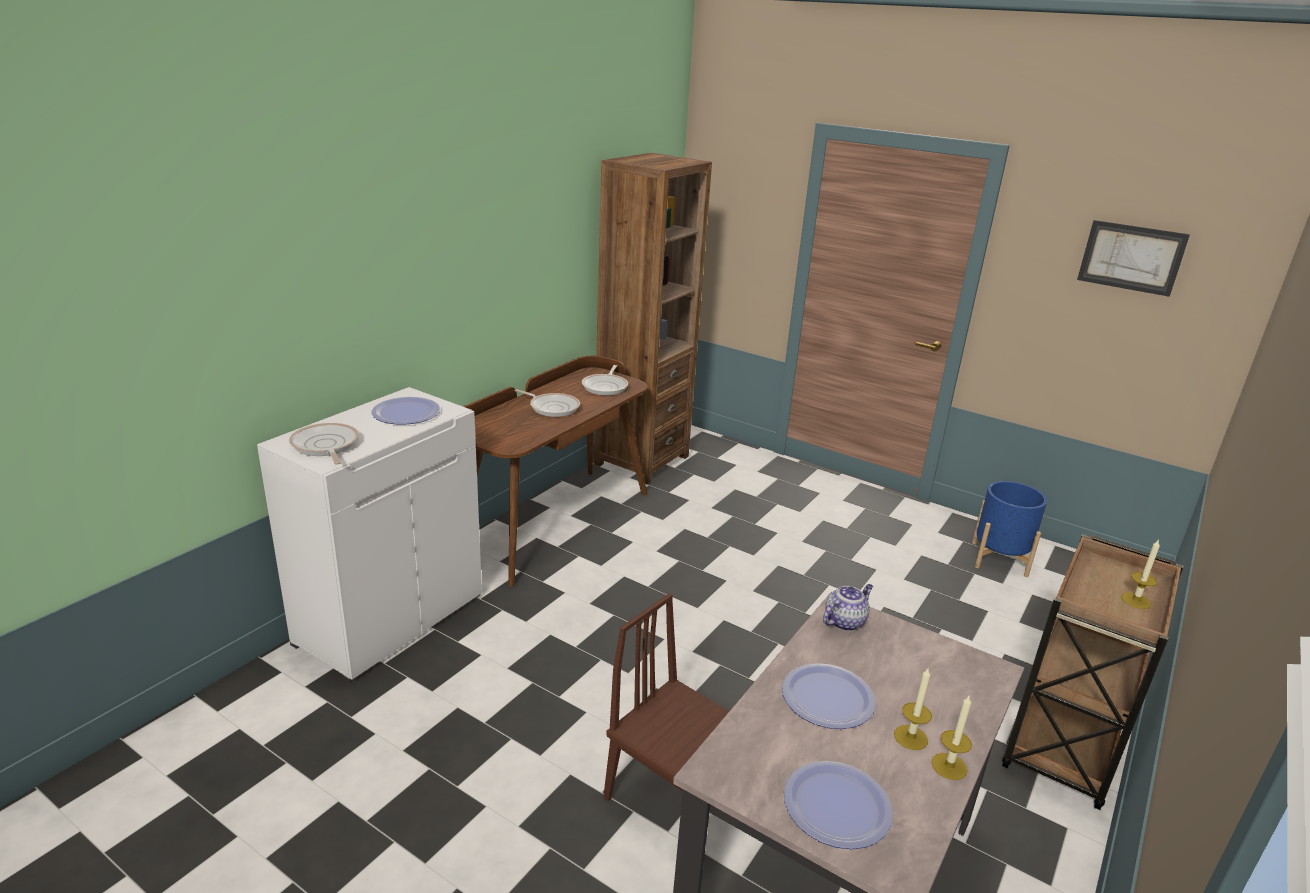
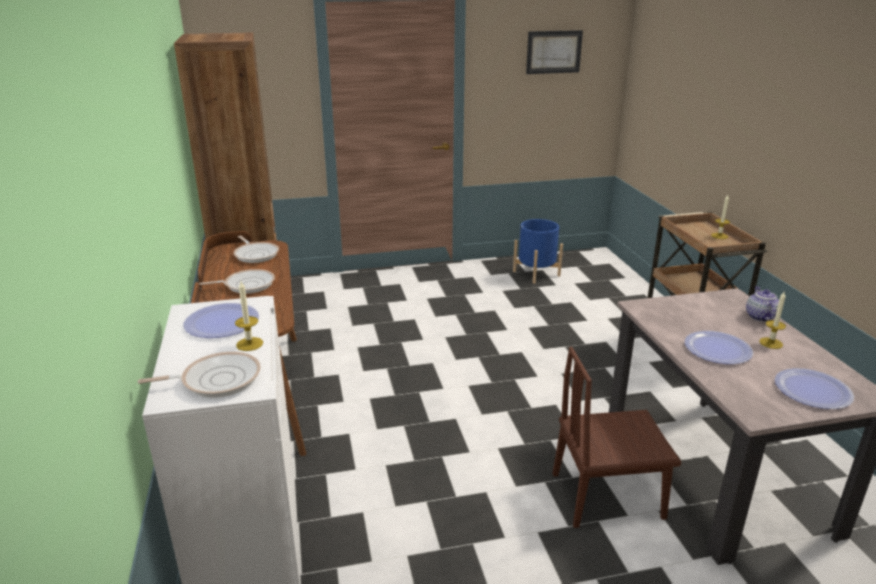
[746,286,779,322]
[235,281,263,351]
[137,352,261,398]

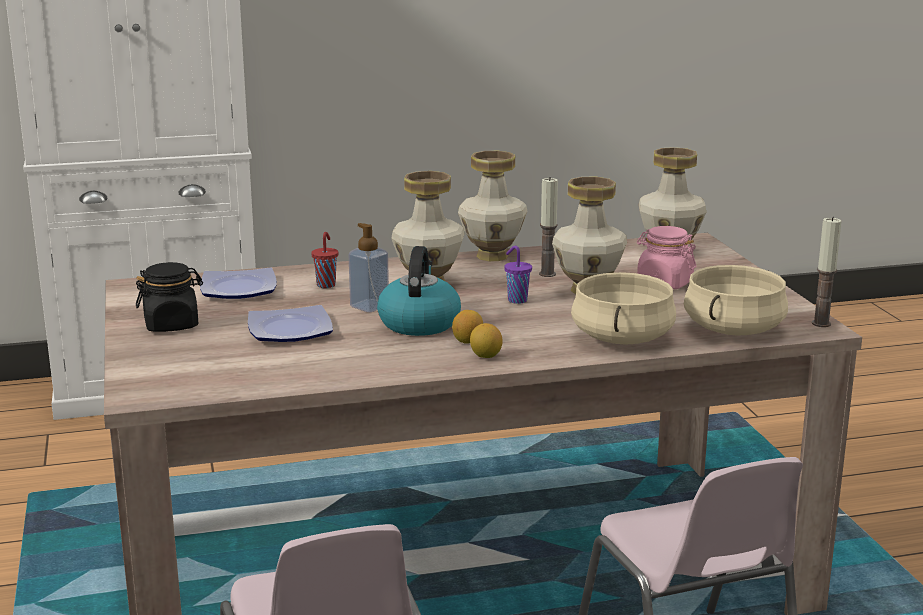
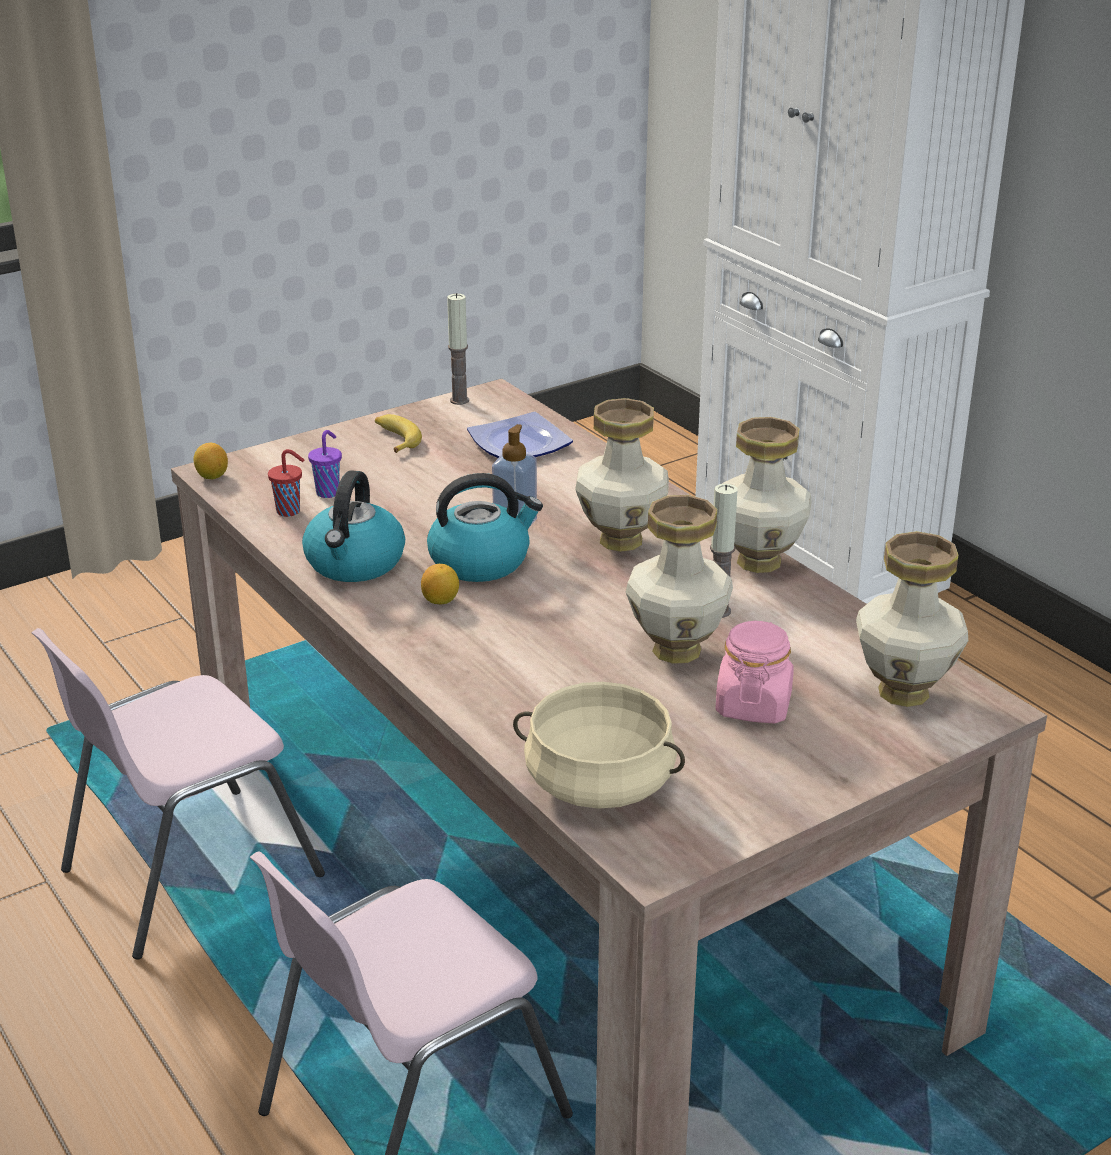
[248,305,333,342] (first image)
[571,272,676,345] (first image)
[302,471,405,582]
[268,449,304,517]
[194,443,228,479]
[308,430,342,498]
[447,293,469,405]
[375,414,422,453]

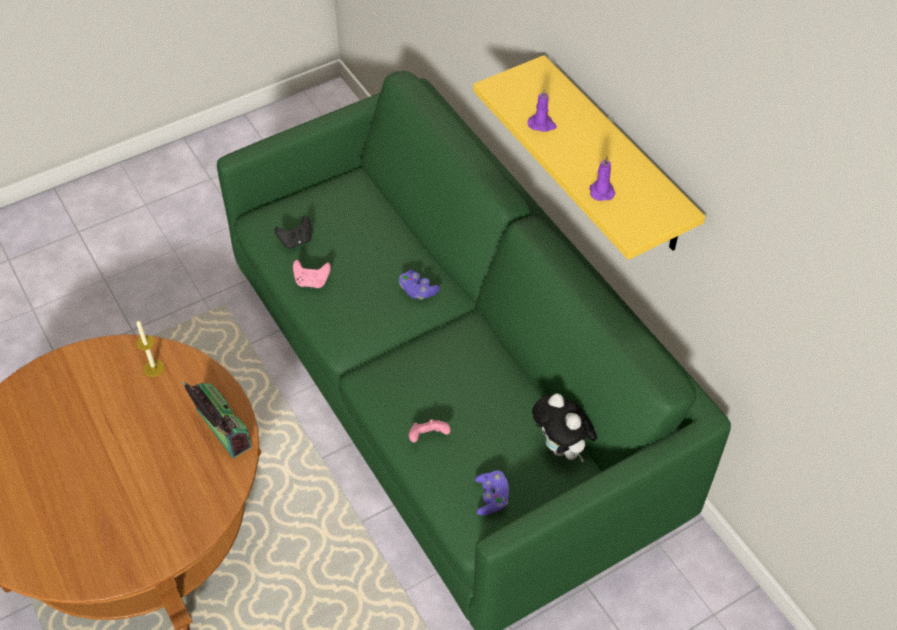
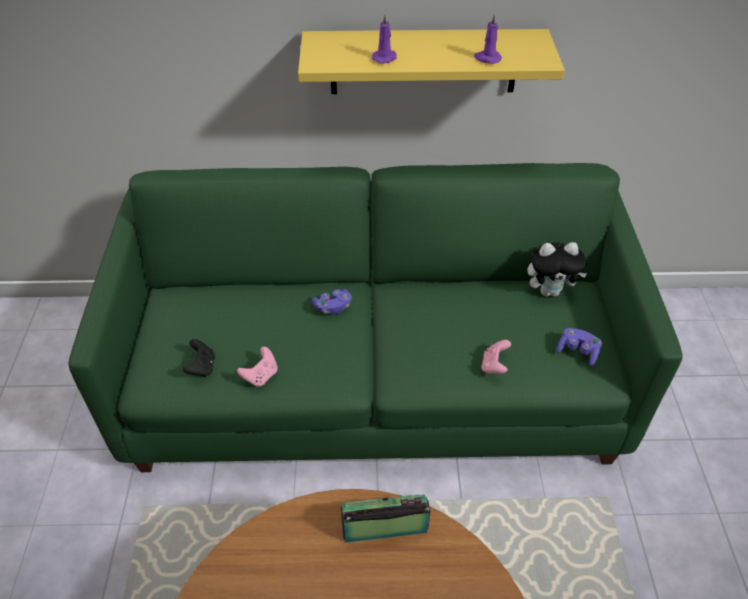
[136,320,165,377] (first image)

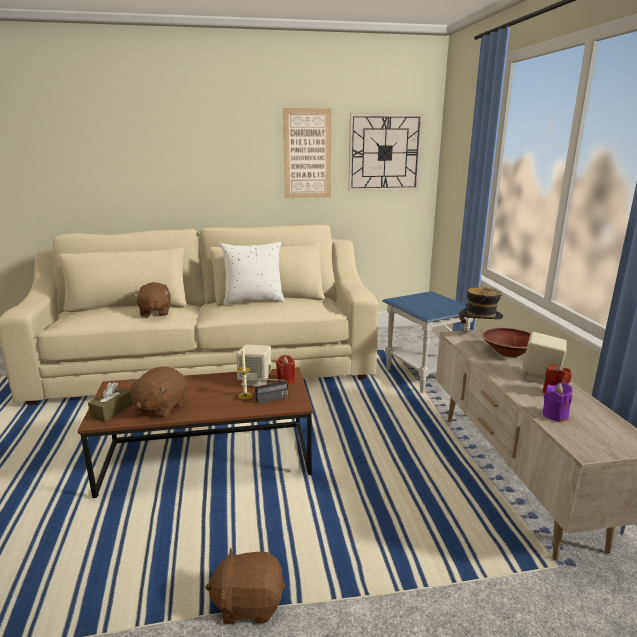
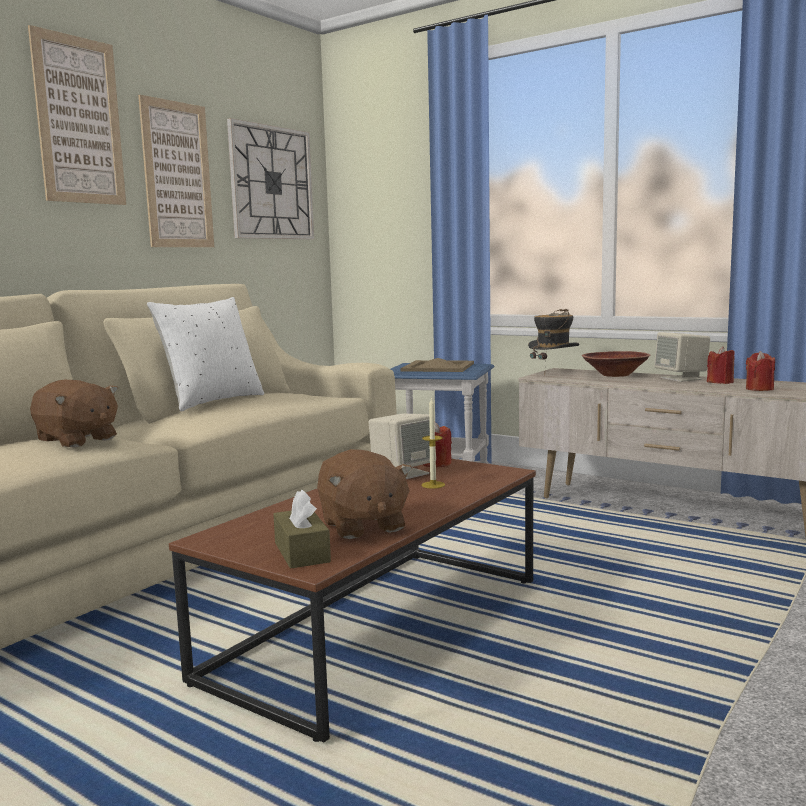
[205,548,285,624] (first image)
[237,377,288,404] (first image)
[28,25,126,205]
[400,358,474,372]
[746,351,775,391]

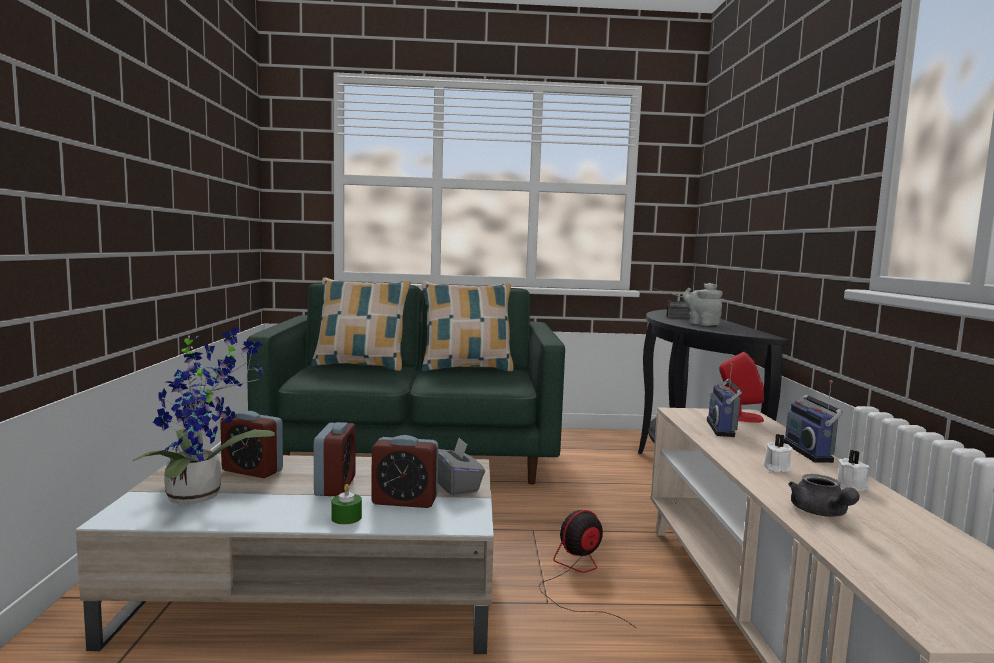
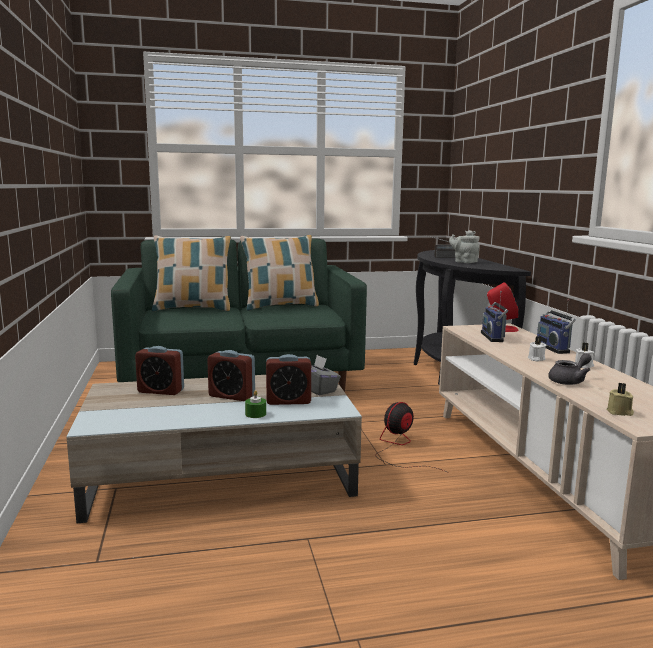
[133,327,275,505] (first image)
[606,383,634,416]
[207,350,255,401]
[548,353,592,385]

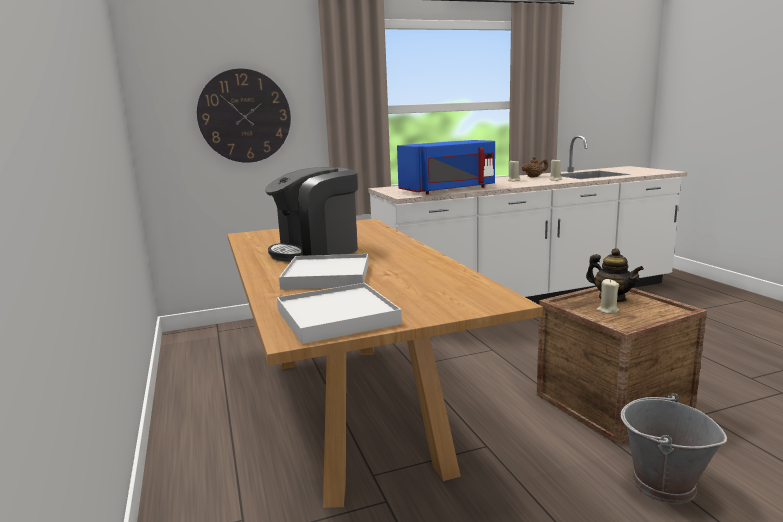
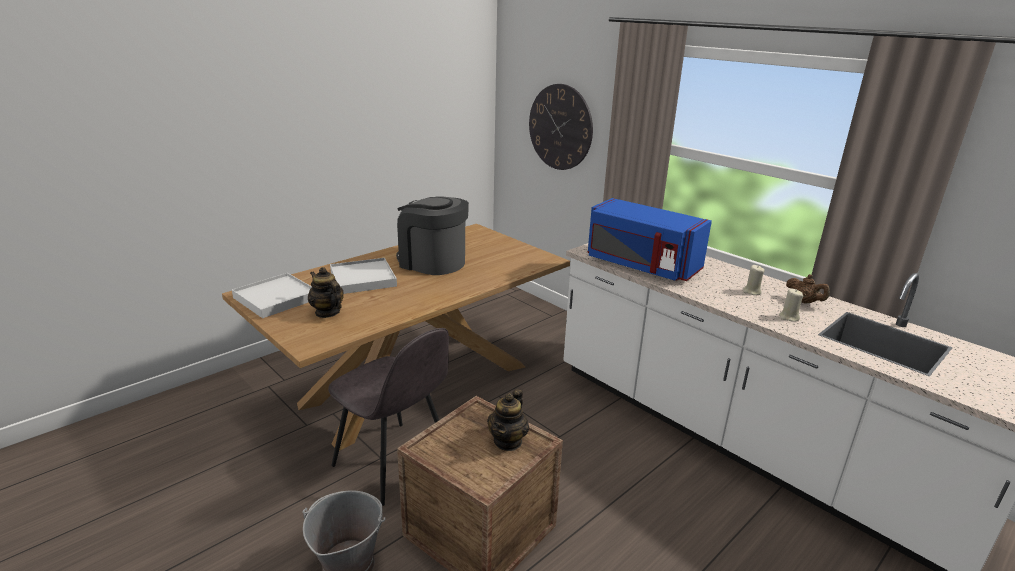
[596,279,619,314] (first image)
[308,267,344,318]
[328,328,449,506]

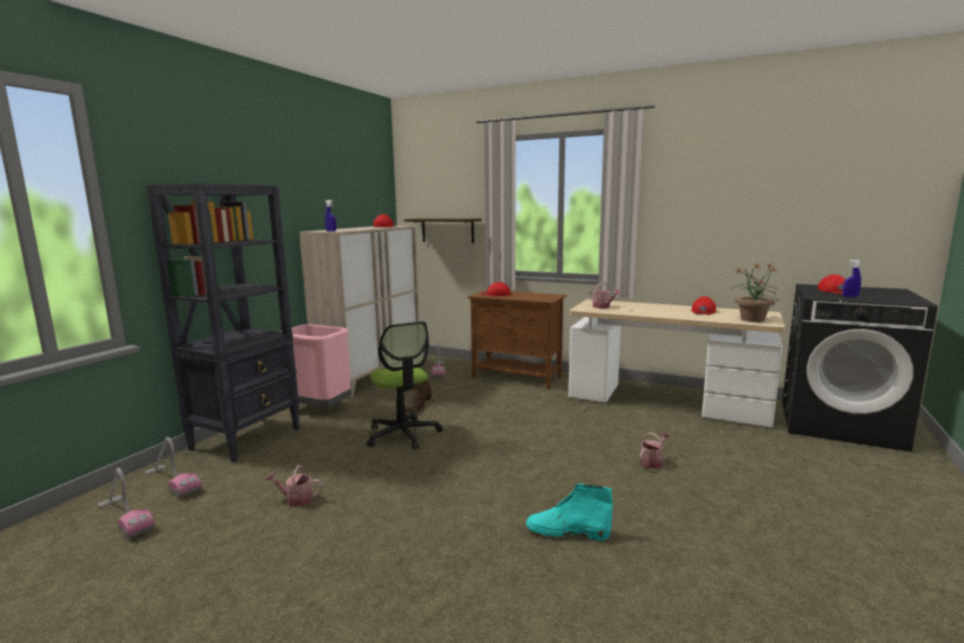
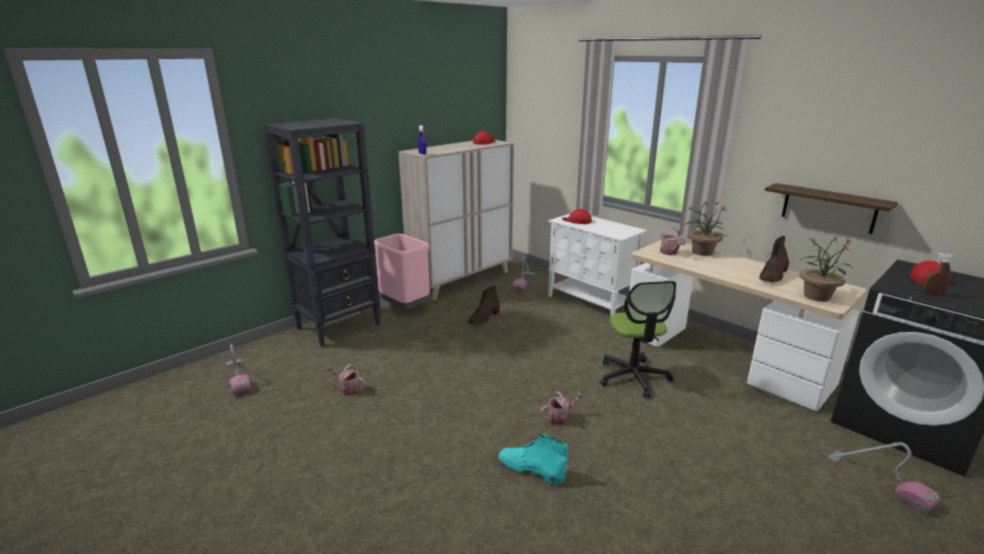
[684,200,727,256]
[828,442,940,513]
[600,281,676,398]
[765,183,898,234]
[540,391,584,425]
[759,236,789,282]
[548,213,647,317]
[923,253,953,295]

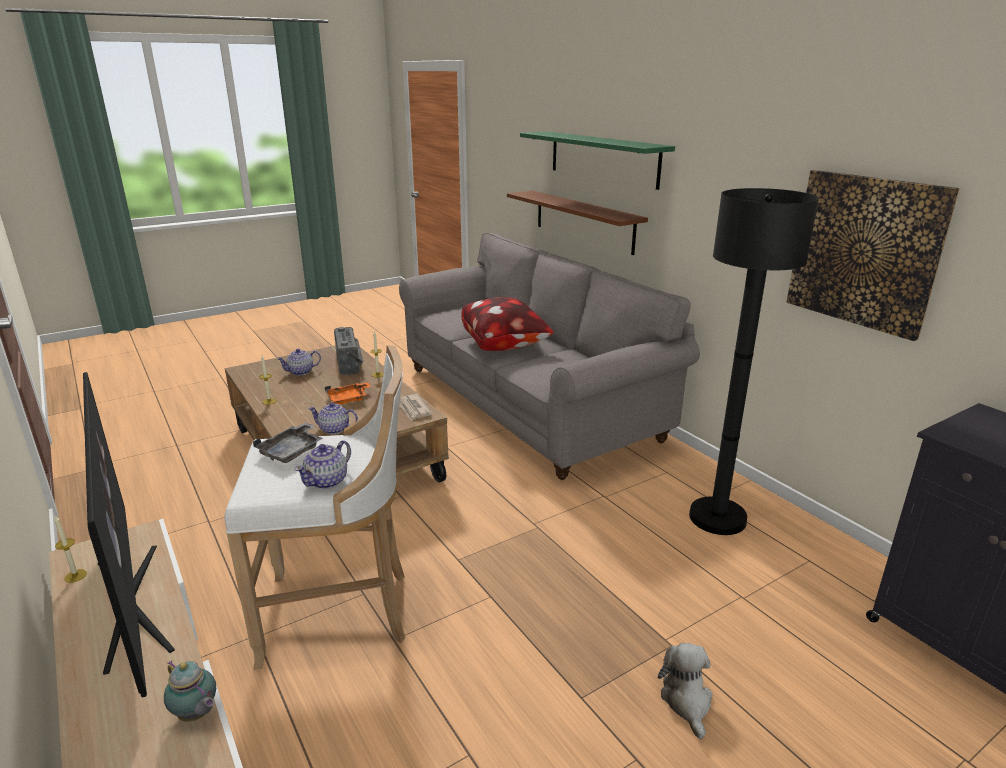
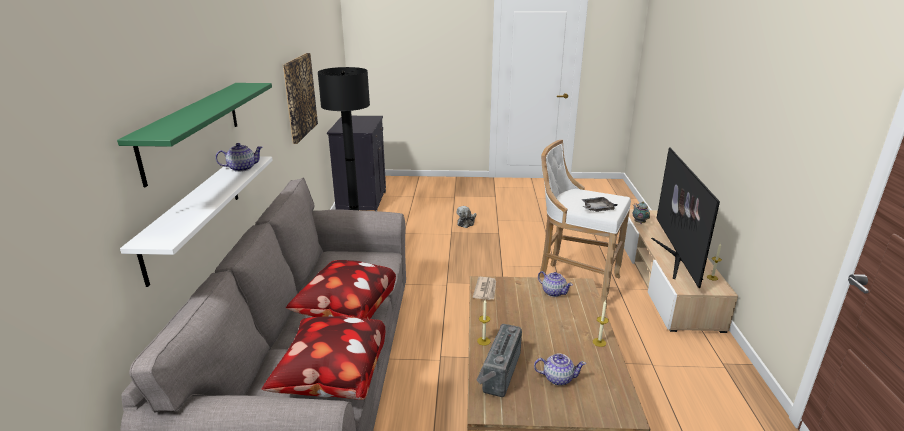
[325,383,371,405] (first image)
[262,316,385,400]
[216,143,263,172]
[120,156,273,287]

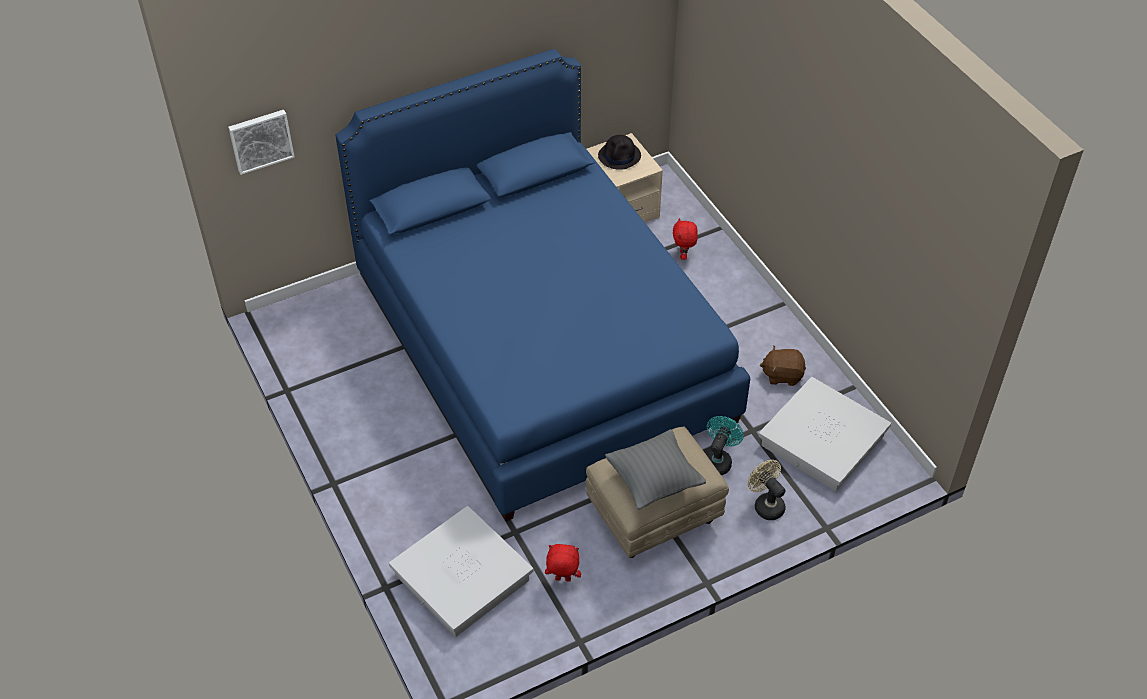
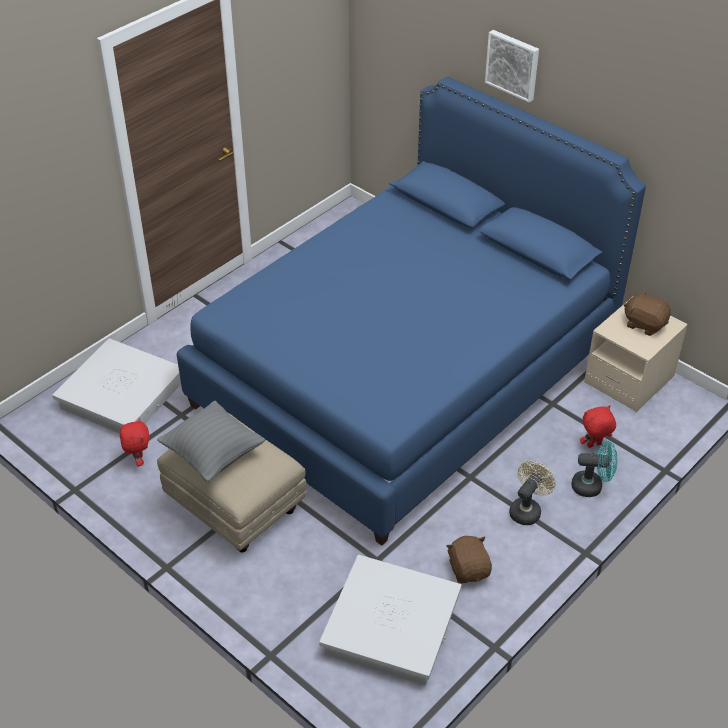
[485,30,539,103]
[571,441,617,497]
[509,461,556,525]
[624,290,671,336]

